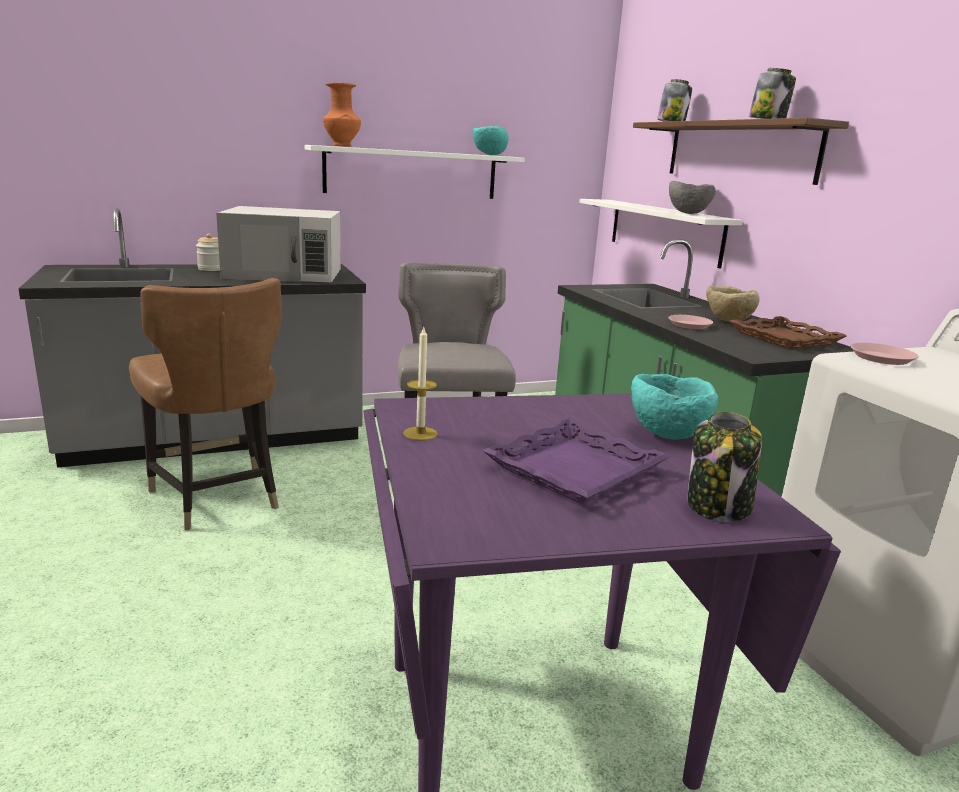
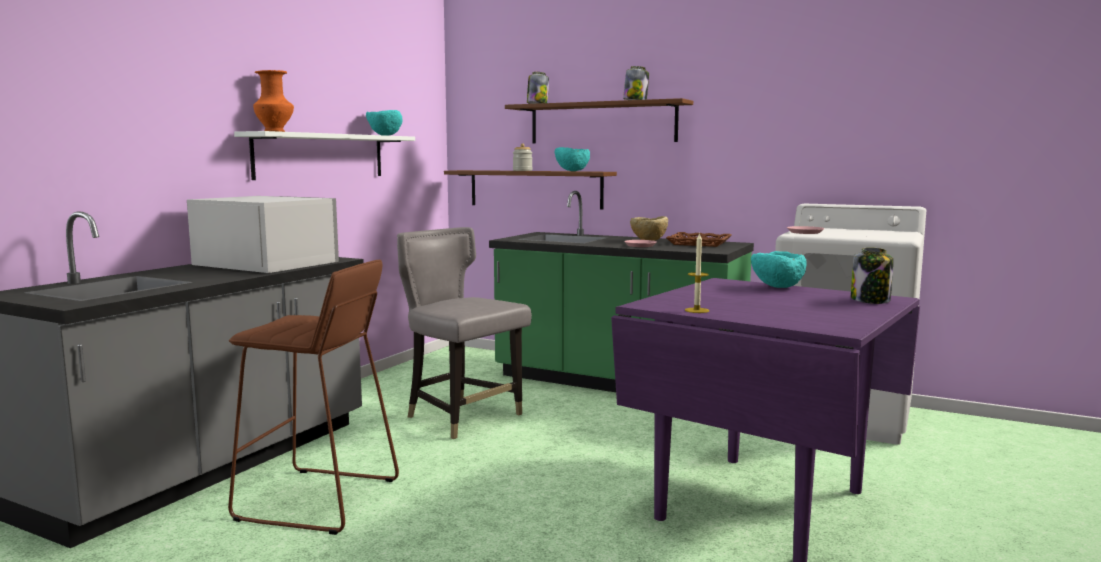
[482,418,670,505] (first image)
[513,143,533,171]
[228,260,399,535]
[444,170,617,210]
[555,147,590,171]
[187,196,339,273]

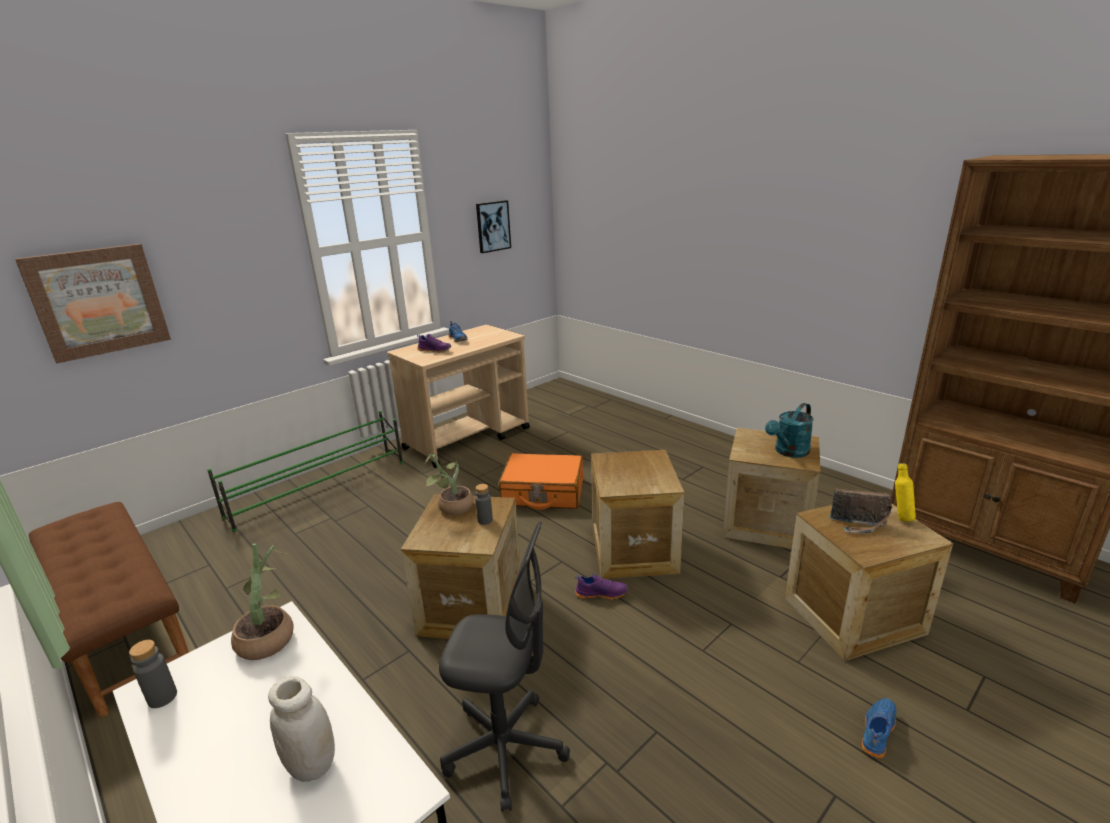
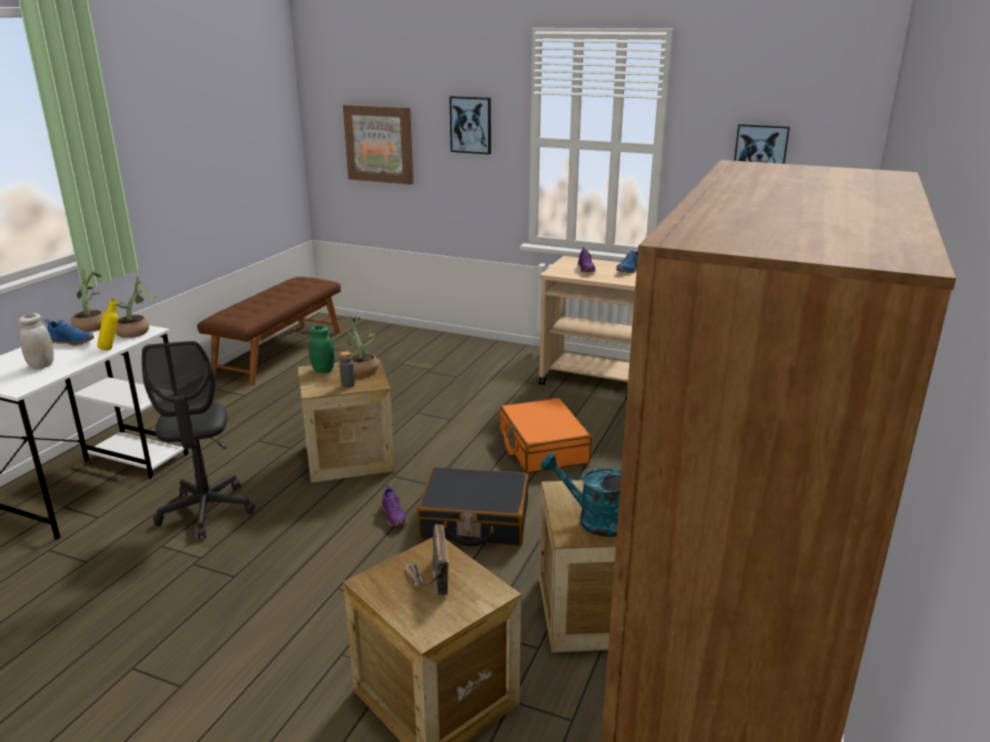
[207,411,403,532] (first image)
[309,325,334,373]
[450,96,491,154]
[45,319,94,346]
[97,299,118,351]
[71,269,103,332]
[417,467,529,547]

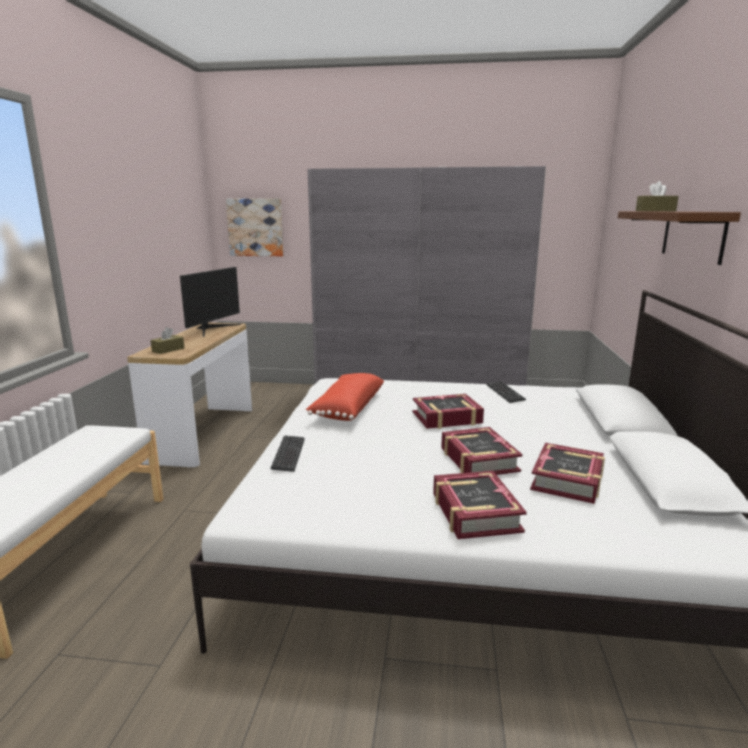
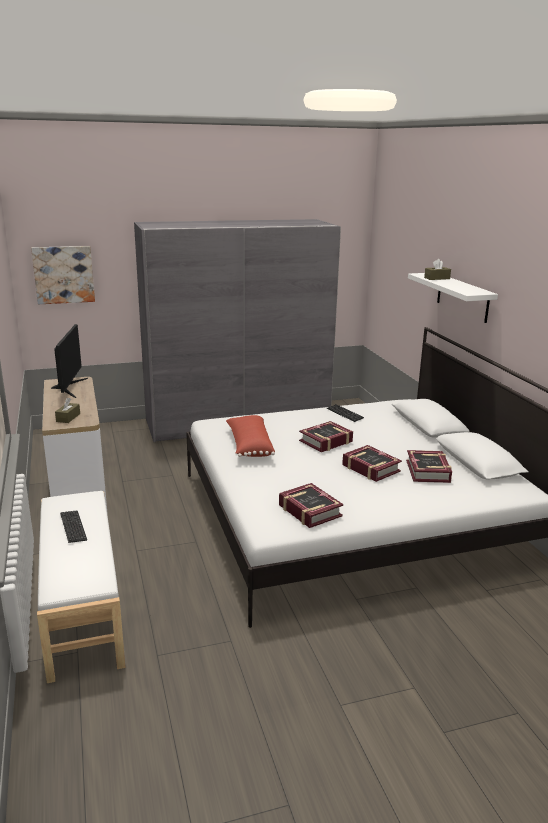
[60,511,87,543]
[279,483,343,528]
[408,273,498,323]

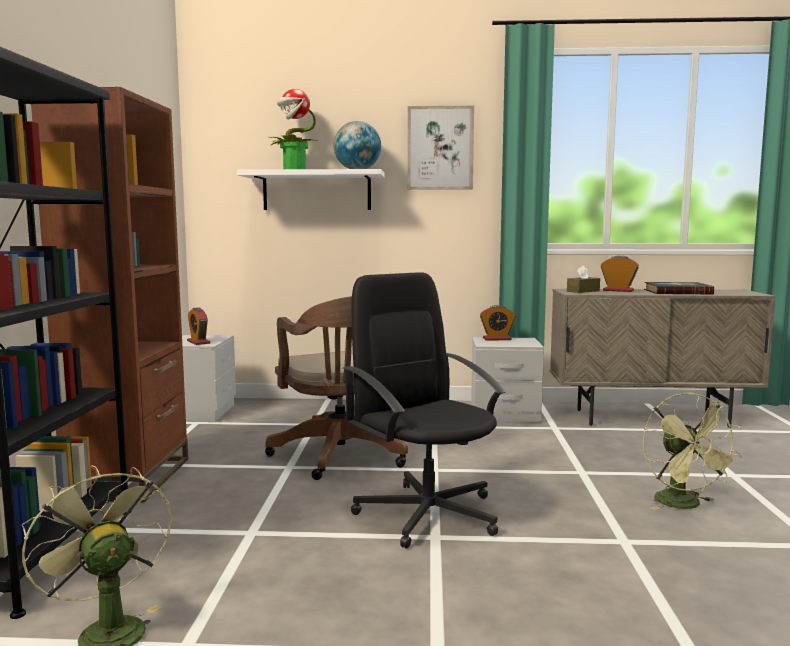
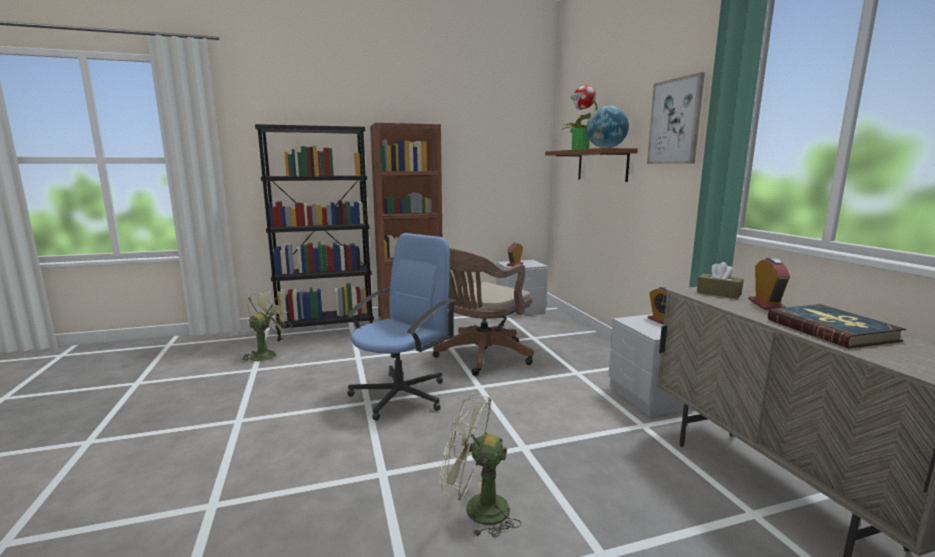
[545,148,638,182]
[346,233,456,421]
[440,393,521,538]

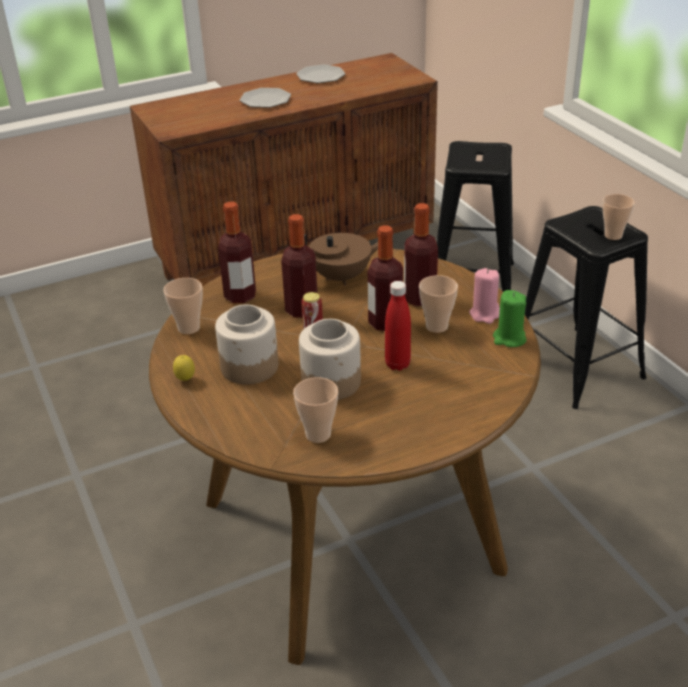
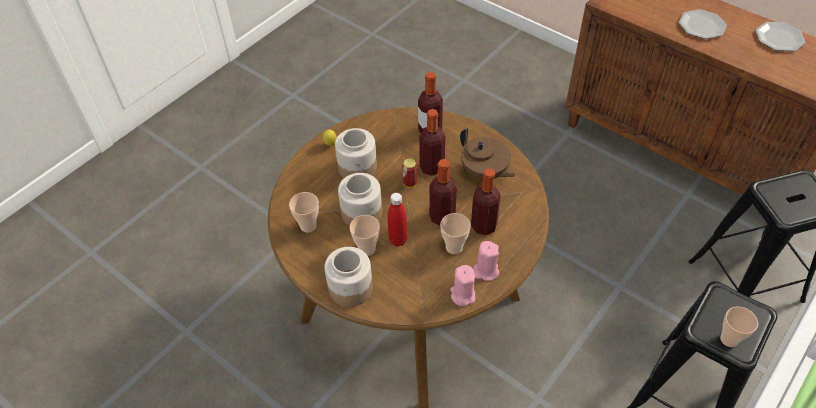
[325,247,373,307]
[350,215,380,256]
[450,265,475,306]

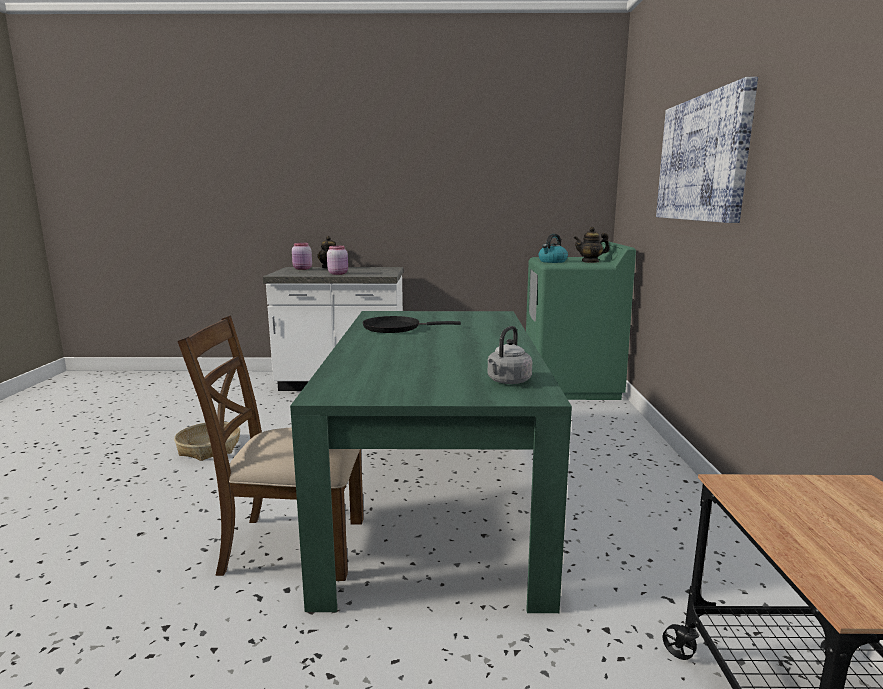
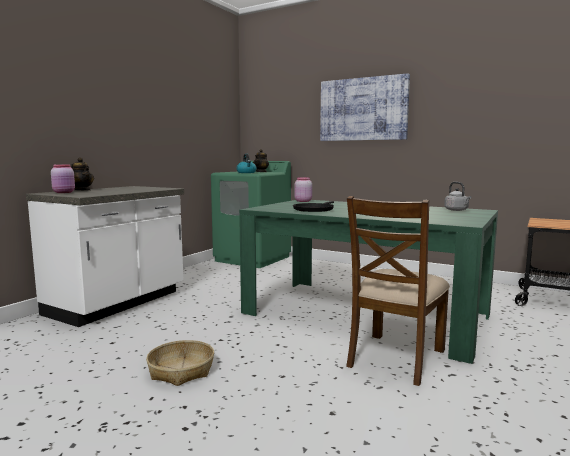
[295,177,312,202]

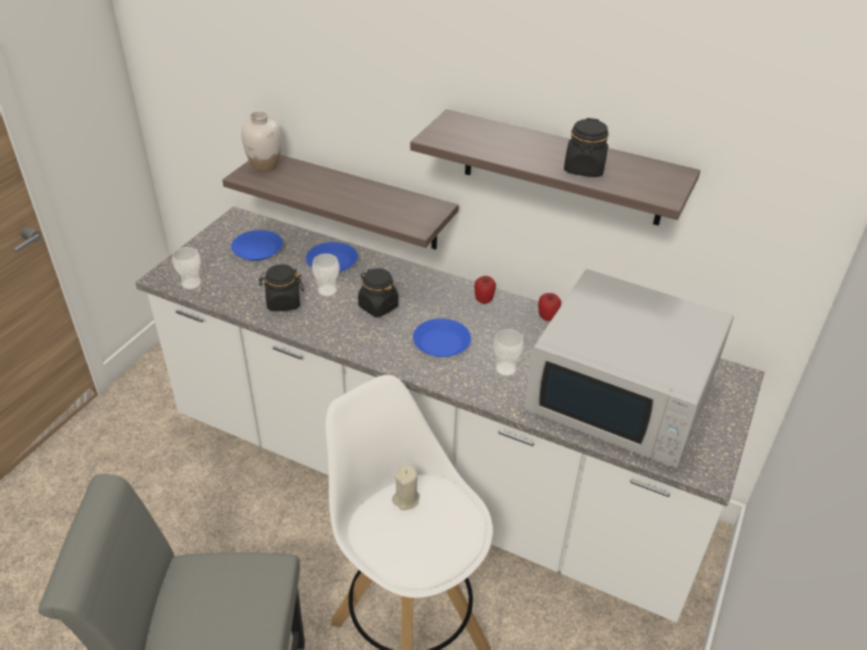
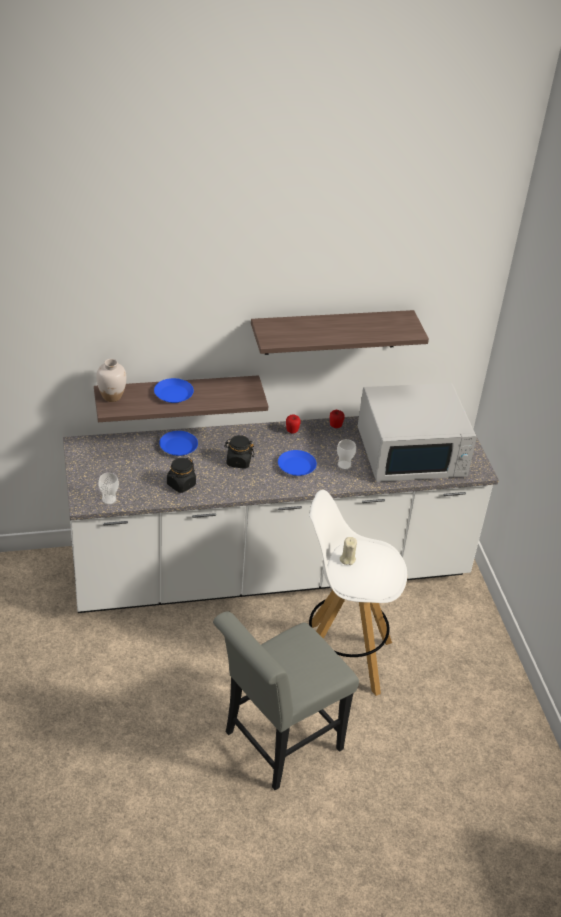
[312,254,340,297] (first image)
[564,118,609,177] (first image)
[154,378,194,403]

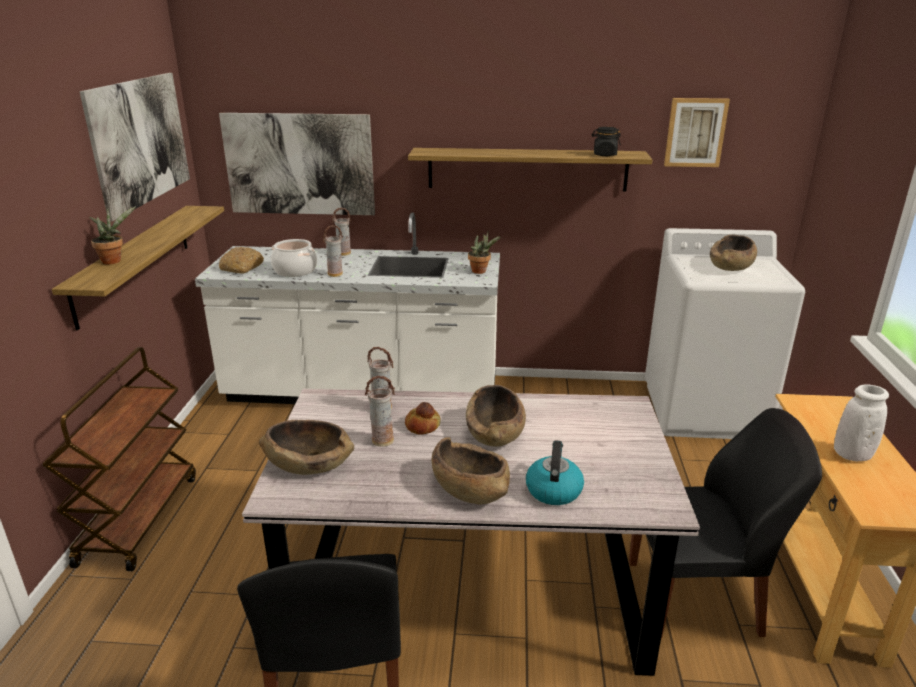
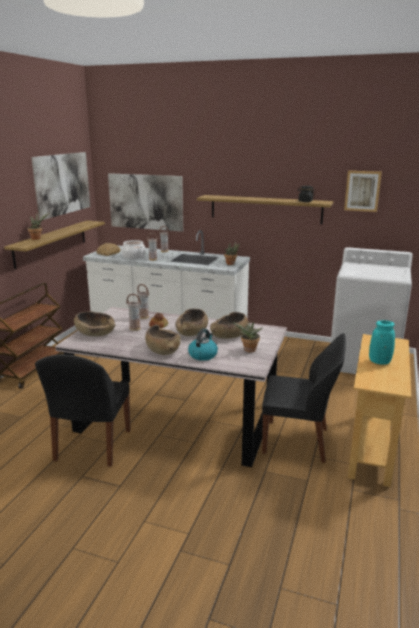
[232,321,263,352]
[210,312,248,339]
[369,320,395,365]

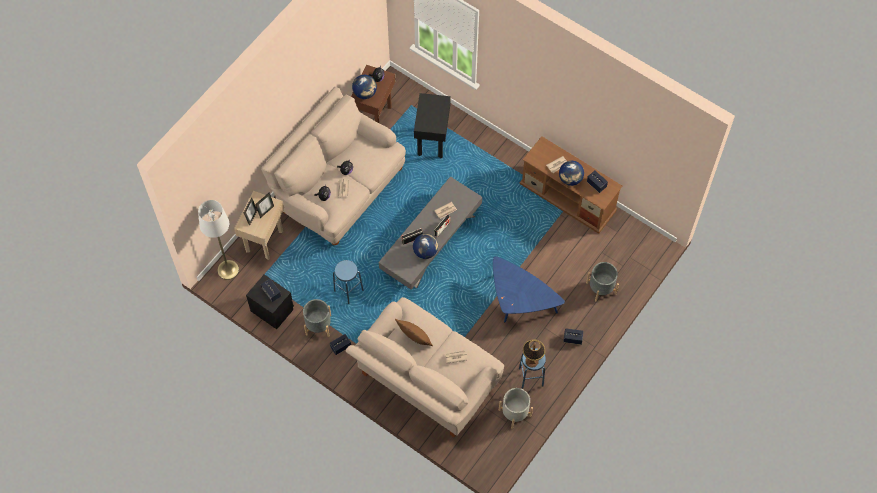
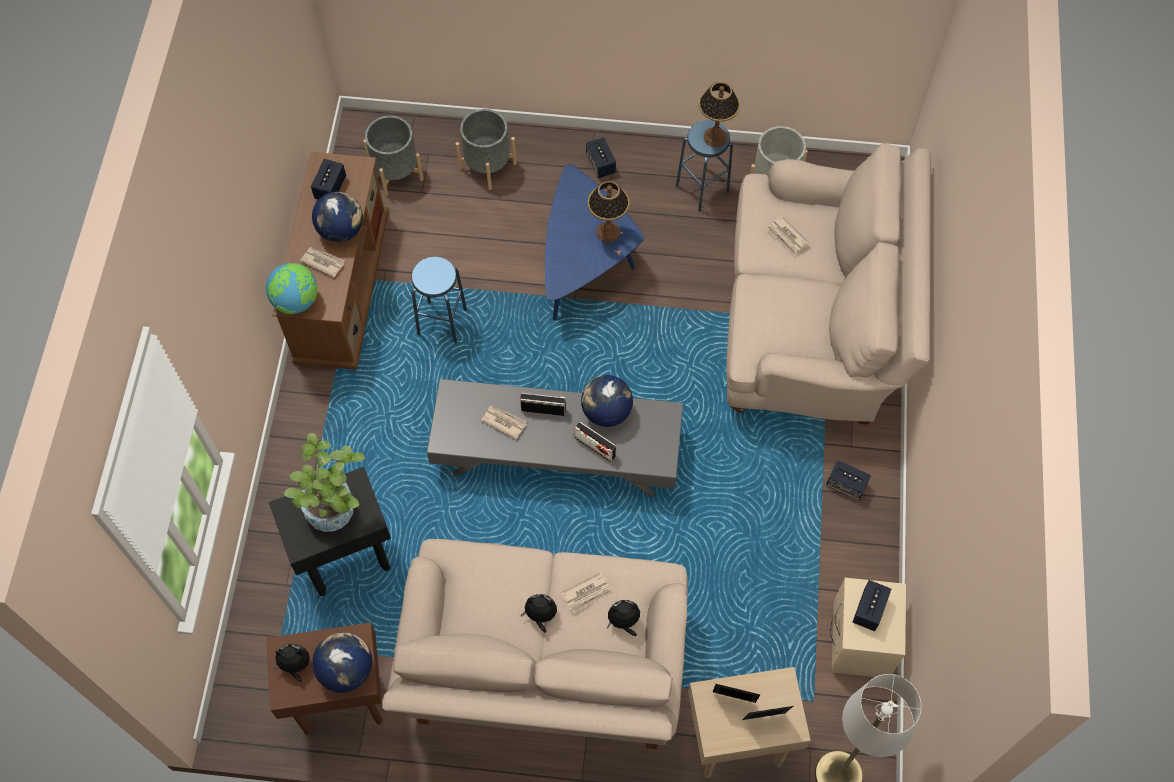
[395,319,433,346] (first image)
[266,263,318,314]
[284,433,365,532]
[588,181,630,242]
[363,116,424,196]
[411,257,467,343]
[830,578,906,677]

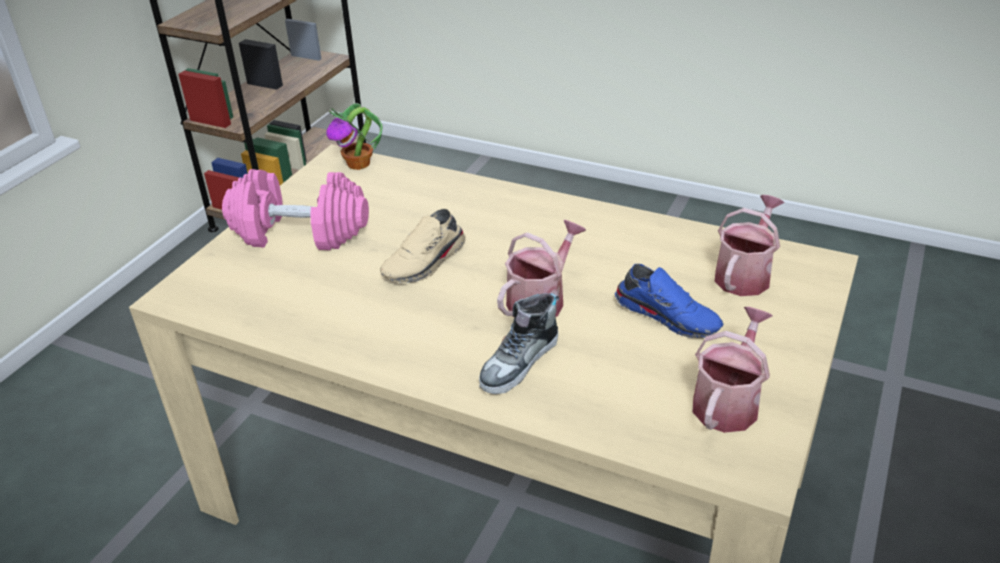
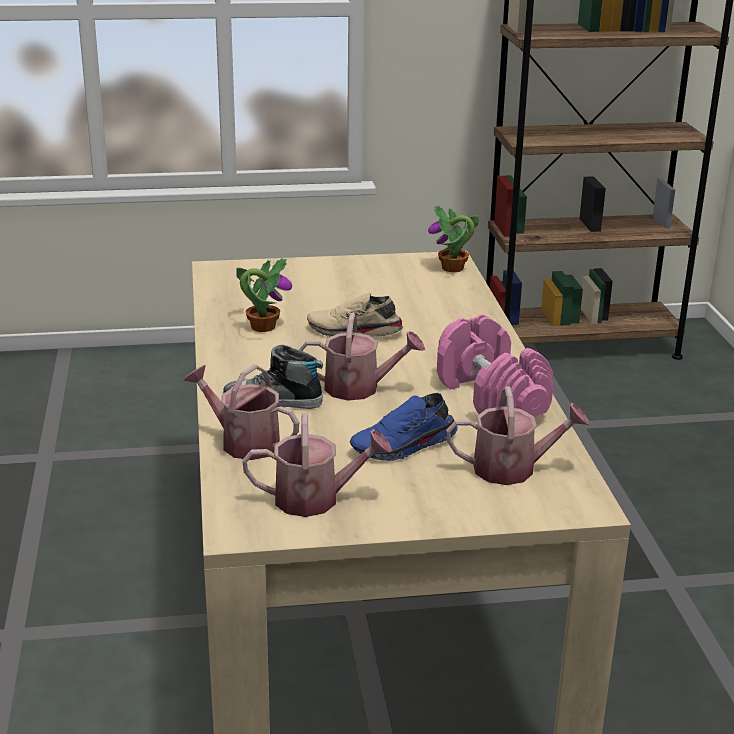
[183,365,299,460]
[236,257,292,332]
[437,314,553,417]
[350,393,458,461]

